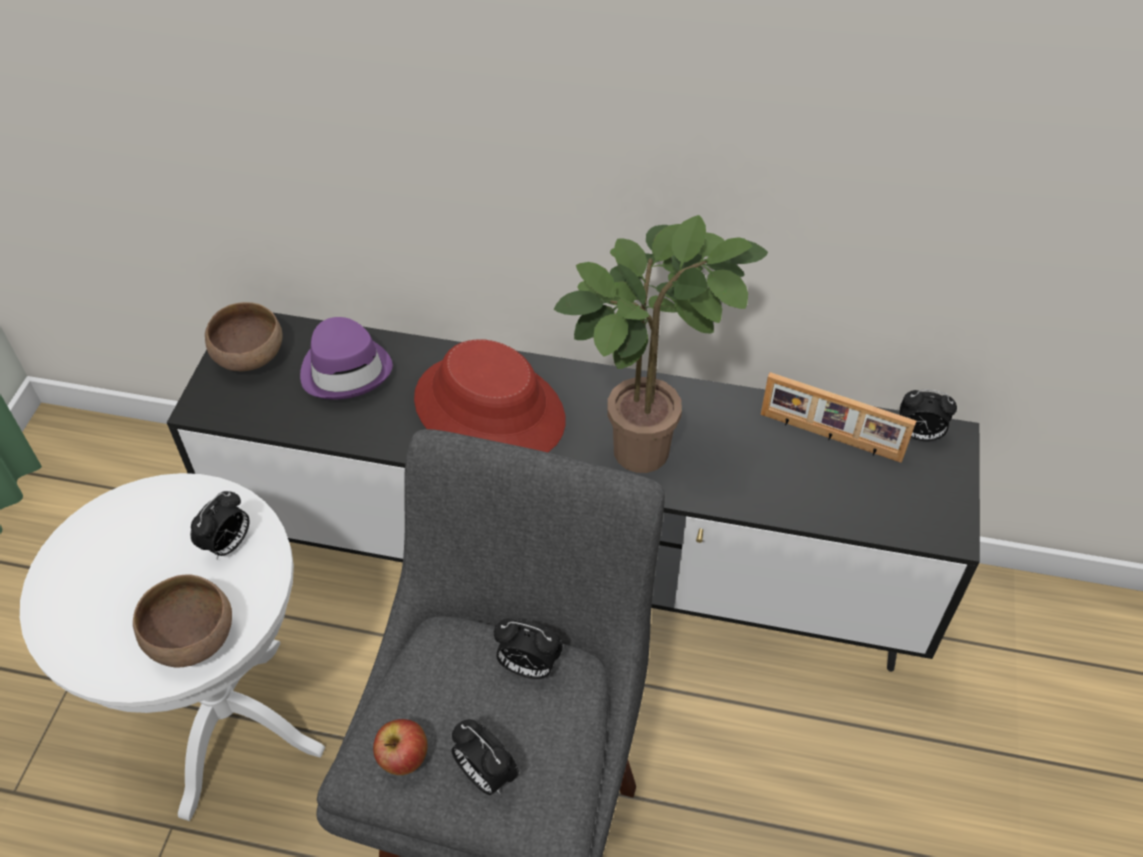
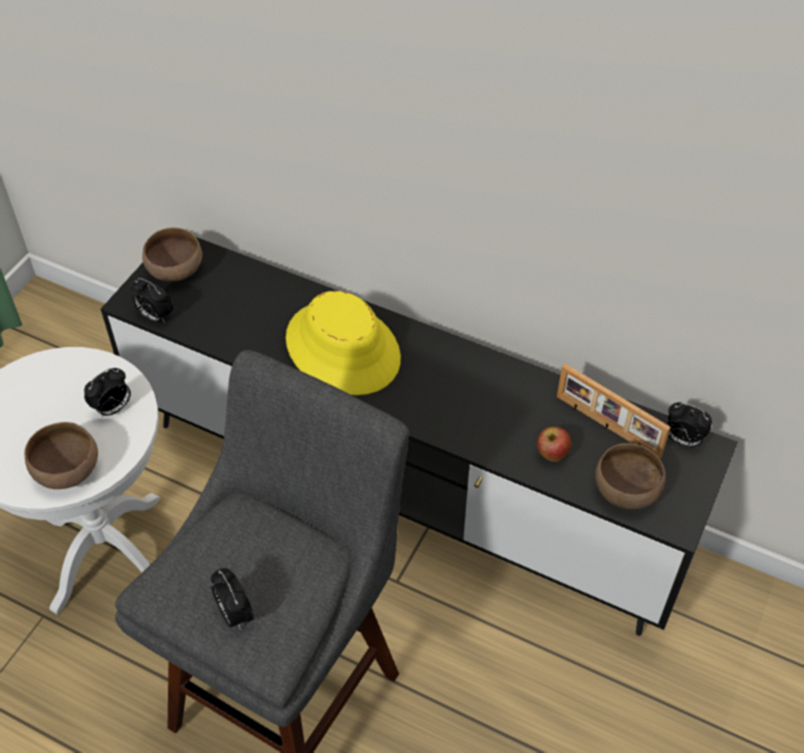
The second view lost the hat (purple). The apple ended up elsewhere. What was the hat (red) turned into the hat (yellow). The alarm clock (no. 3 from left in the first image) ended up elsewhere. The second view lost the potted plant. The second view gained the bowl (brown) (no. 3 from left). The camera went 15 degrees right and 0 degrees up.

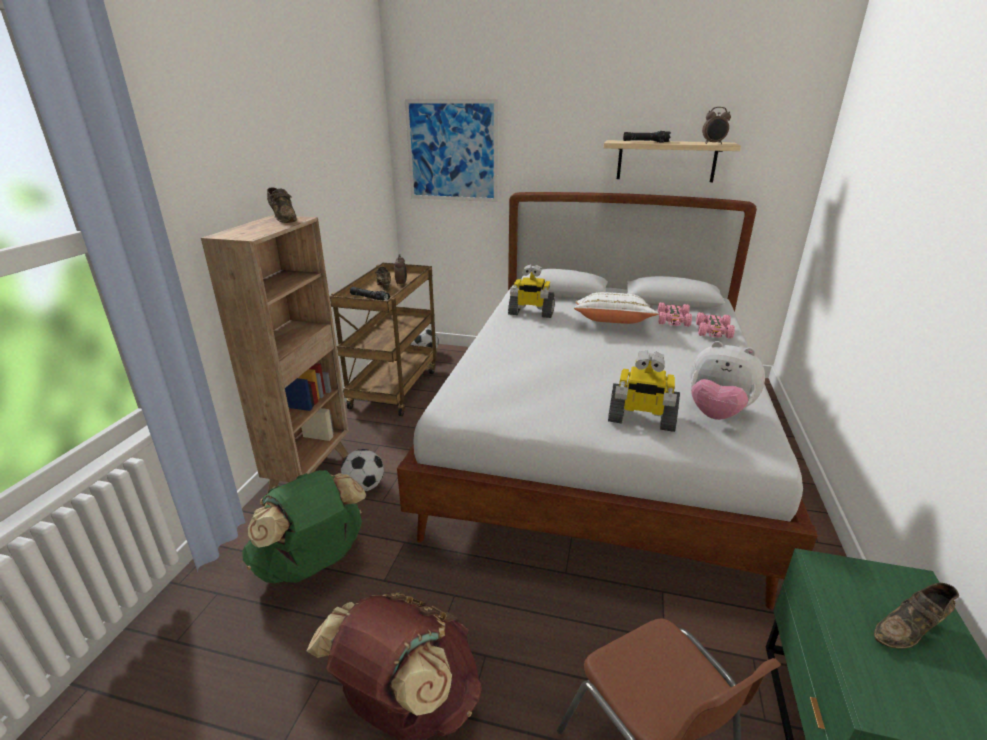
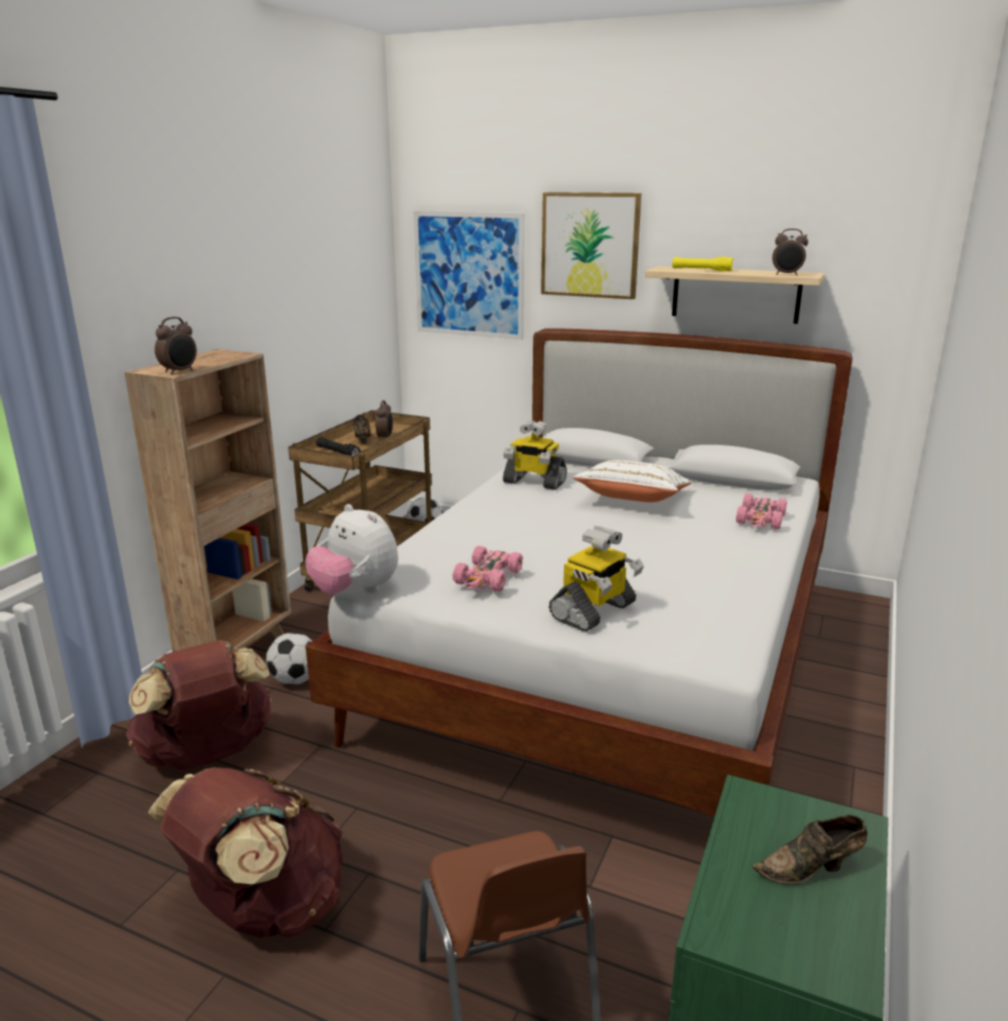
What was the backpack (green) turned into the backpack (brown) (no. 1 from left). The second view lost the shoe (brown) (no. 1 from left). The toy robot (no. 2 from left) ended up facing another way, 75 degrees counterclockwise from before. What was the flashlight (black) (no. 2 from left) turned into the flashlight (yellow). The toy car (pink) (no. 1 from left) ended up elsewhere. The plush toy ended up elsewhere. The second view gained the alarm clock (no. 1 from left). The second view gained the picture (no. 2 from left). The camera went 10 degrees right and 5 degrees down.

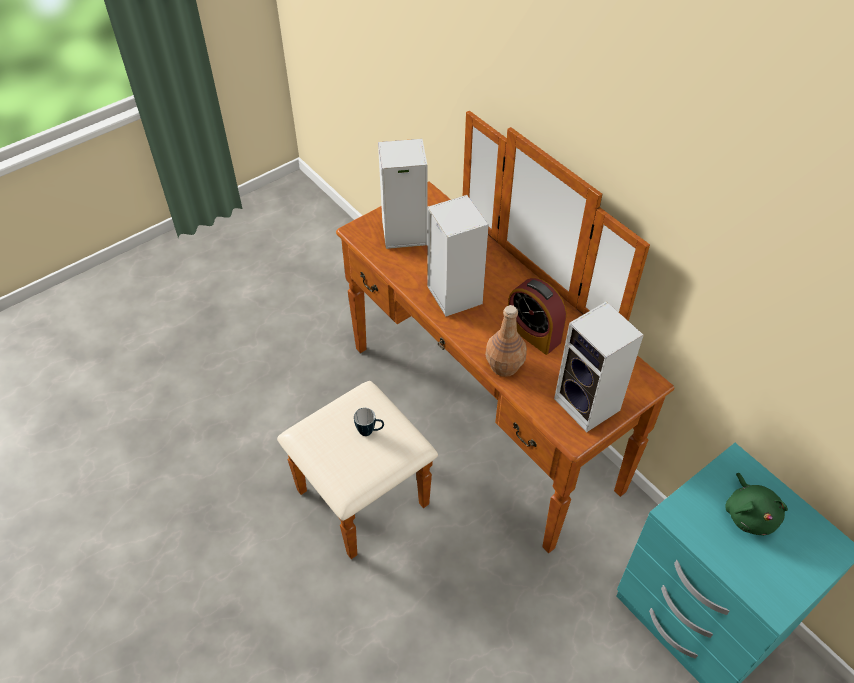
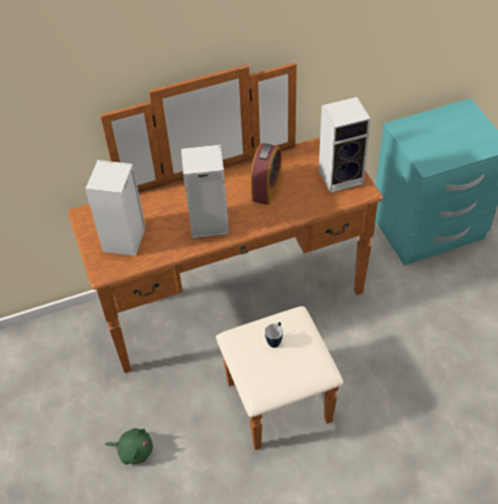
The second view lost the bottle (brown). The alarm clock ended up facing another way, 45 degrees counterclockwise from before. The plush toy (green) ended up elsewhere. The camera went 70 degrees left and 0 degrees up.

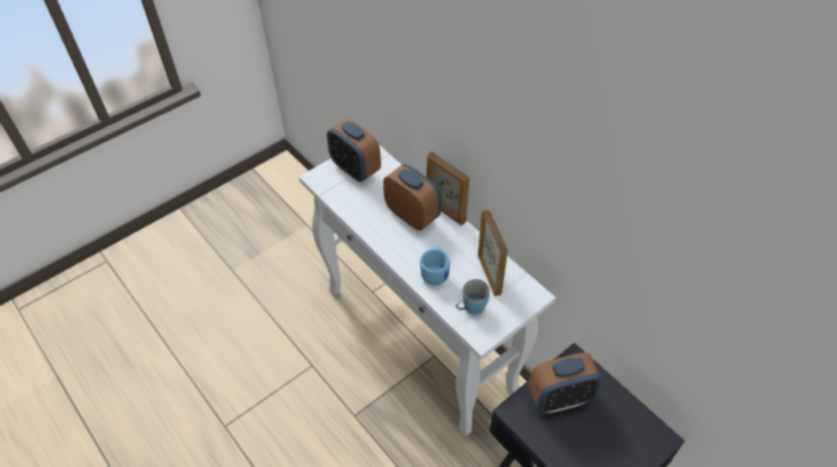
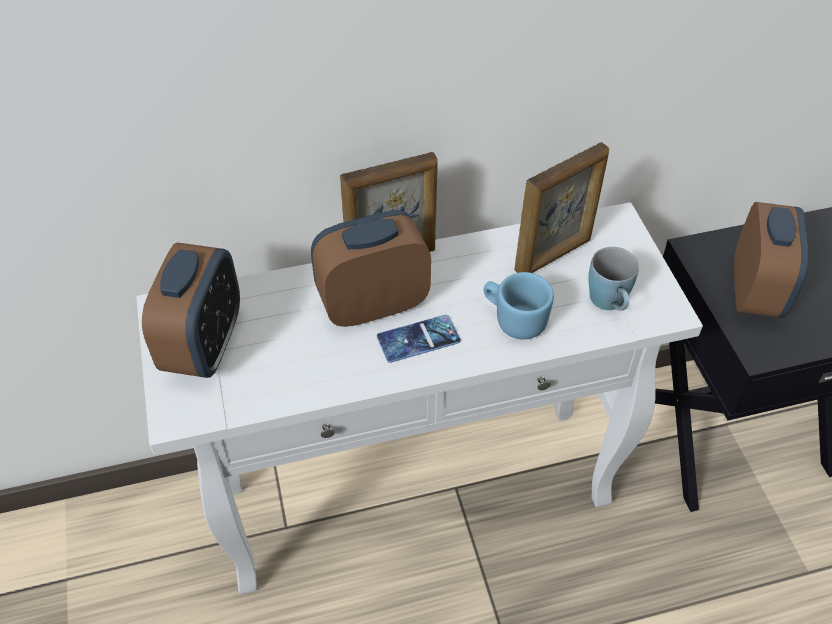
The alarm clock (no. 1 from left) ended up facing another way, 60 degrees counterclockwise from before. The picture frame (no. 2 from left) ended up facing another way, 135 degrees clockwise from before. The second view gained the phone. The camera went 65 degrees left and 0 degrees up.

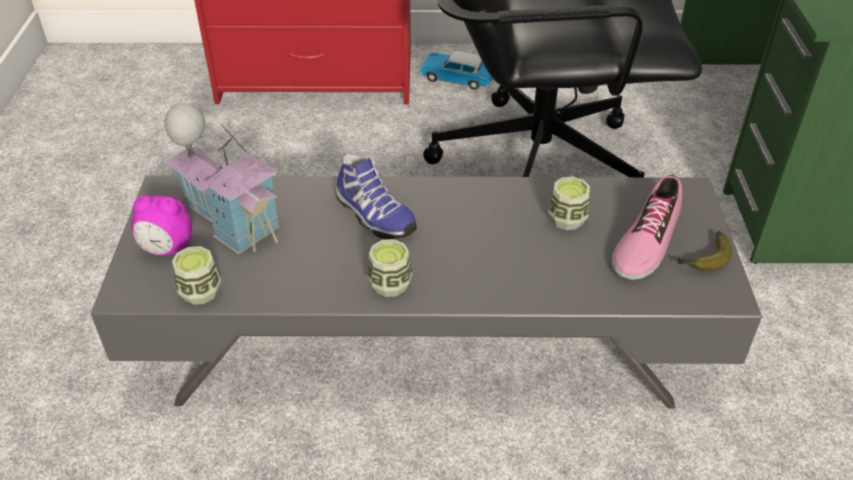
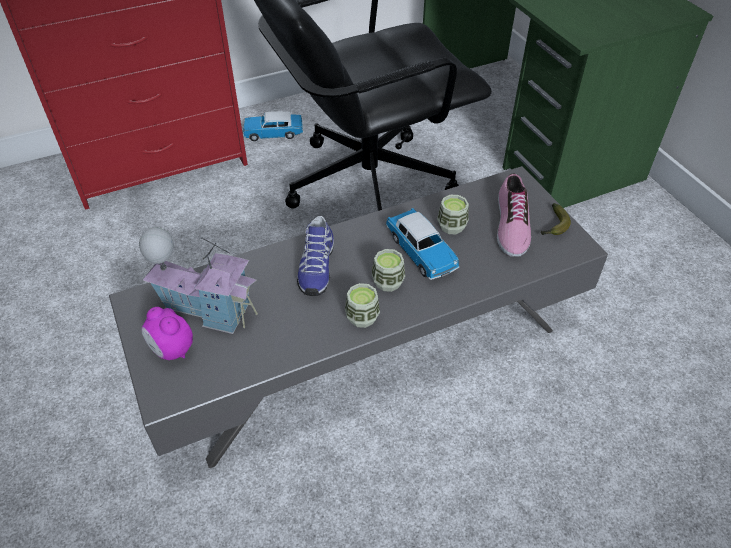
The alarm clock ended up facing another way, 60 degrees clockwise from before. The cup (no. 1 from left in the first image) ended up elsewhere. The shoe (no. 1 from left) ended up facing another way, 75 degrees clockwise from before. The second view gained the toy car (no. 2 from left). The camera went 25 degrees left and 5 degrees up.

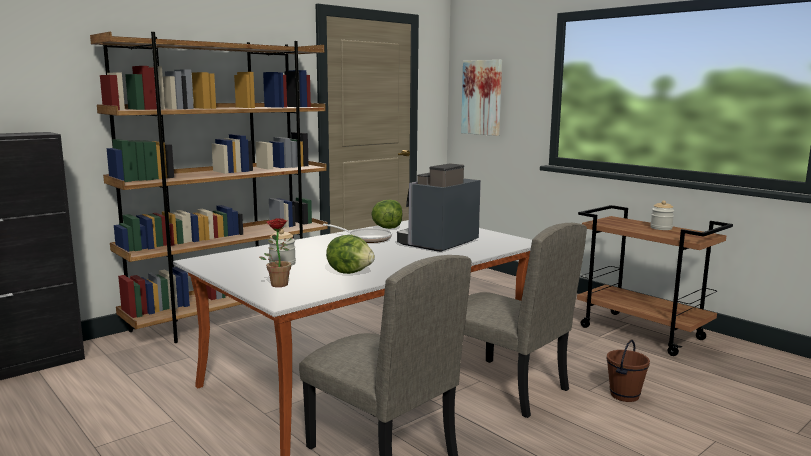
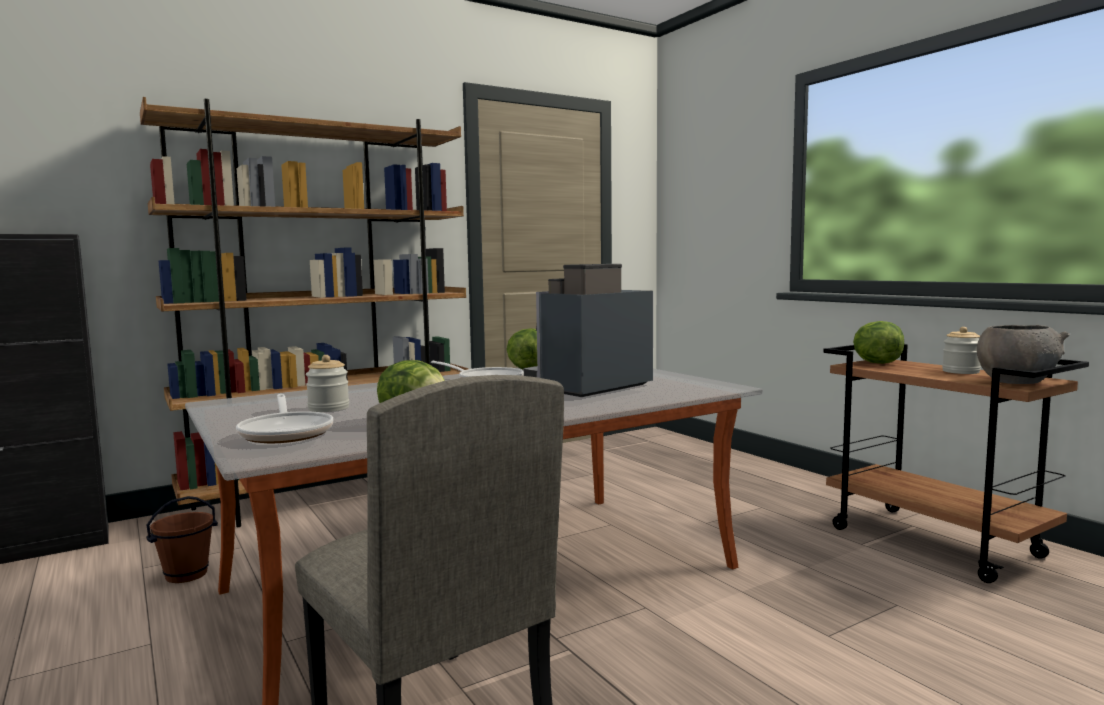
Where the potted plant stood, the frying pan (no. 1 from left) came to stand. The second view lost the picture. The second view lost the chair (beige) (no. 2 from left). The bucket (brown) ended up elsewhere. The second view gained the lettuce (no. 3 from left). The second view gained the bowl (grey). The camera went 10 degrees right and 5 degrees down.

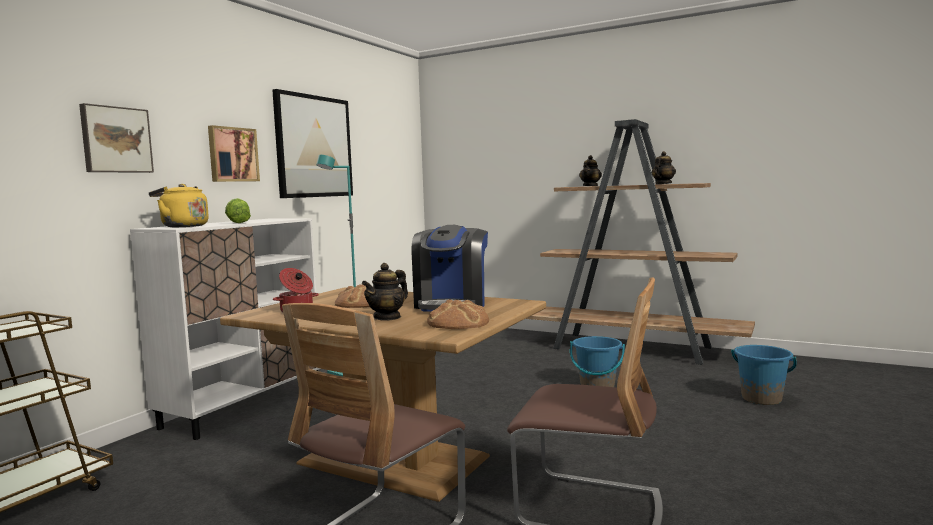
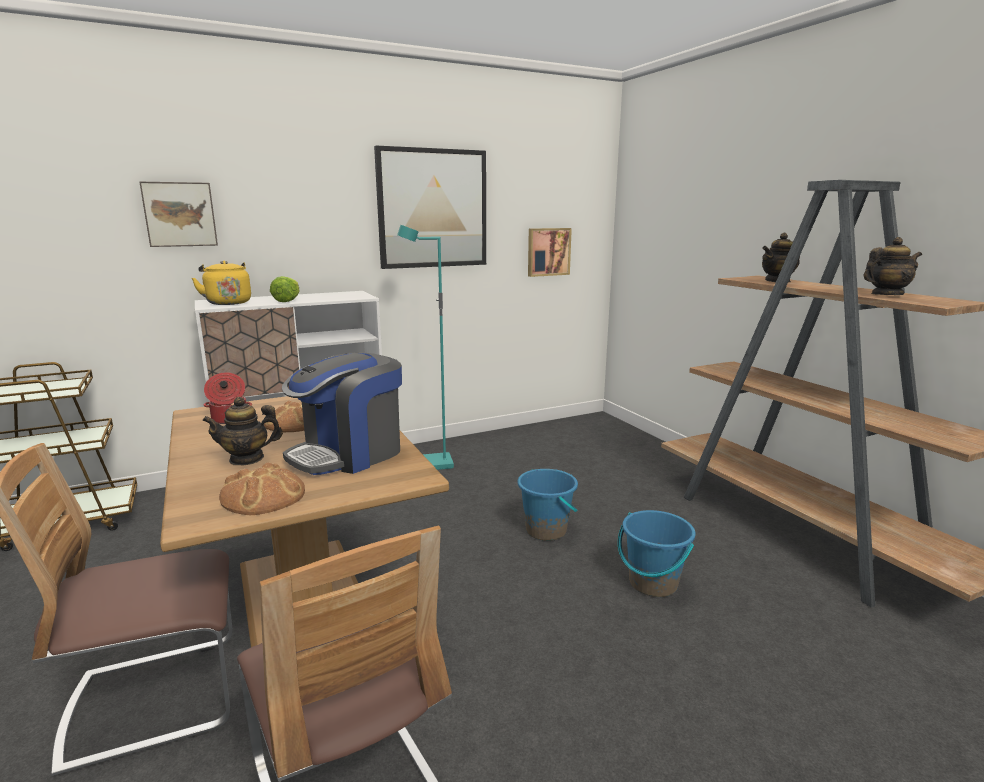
The picture (no. 2 from left in the first image) ended up elsewhere. The bucket (blue) (no. 2 from left in the first image) ended up elsewhere. The camera went 35 degrees right and 10 degrees up.

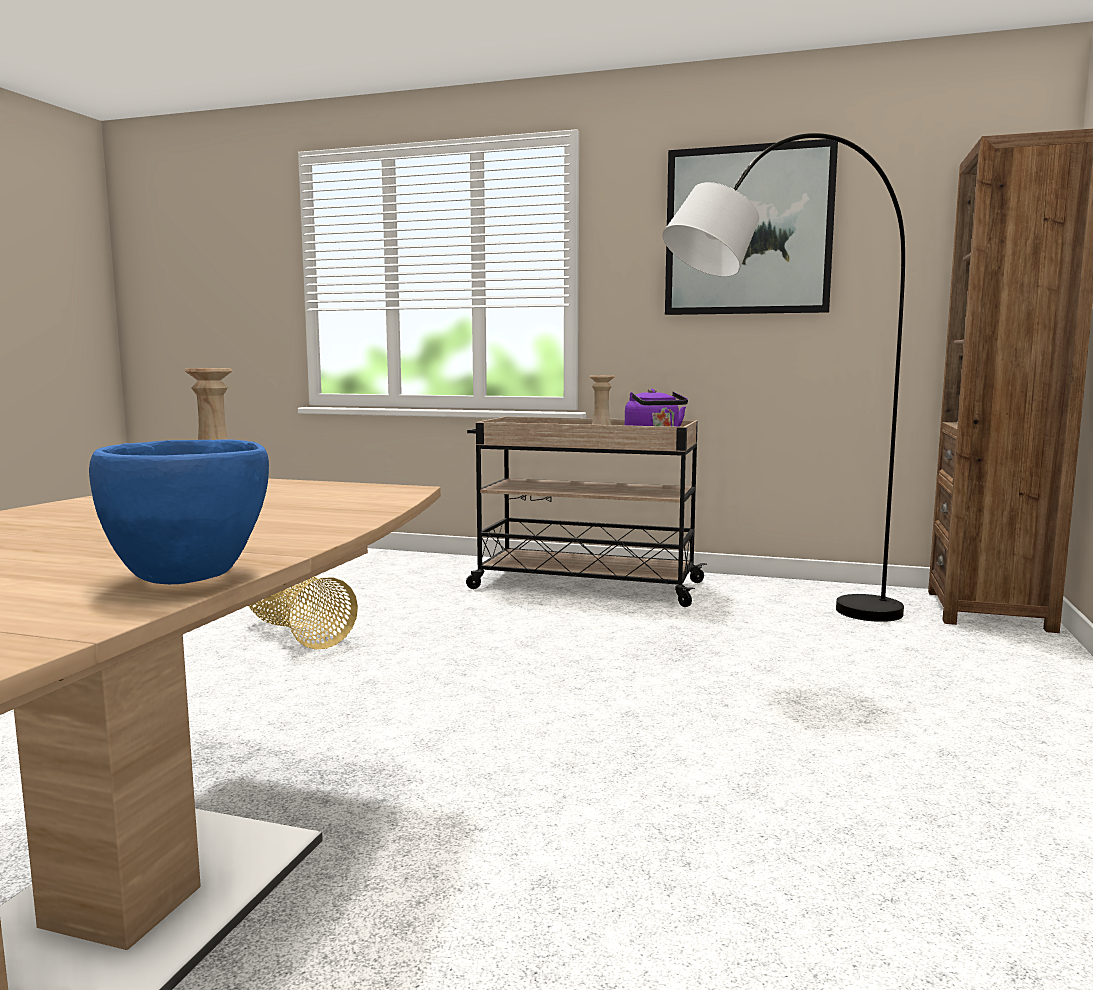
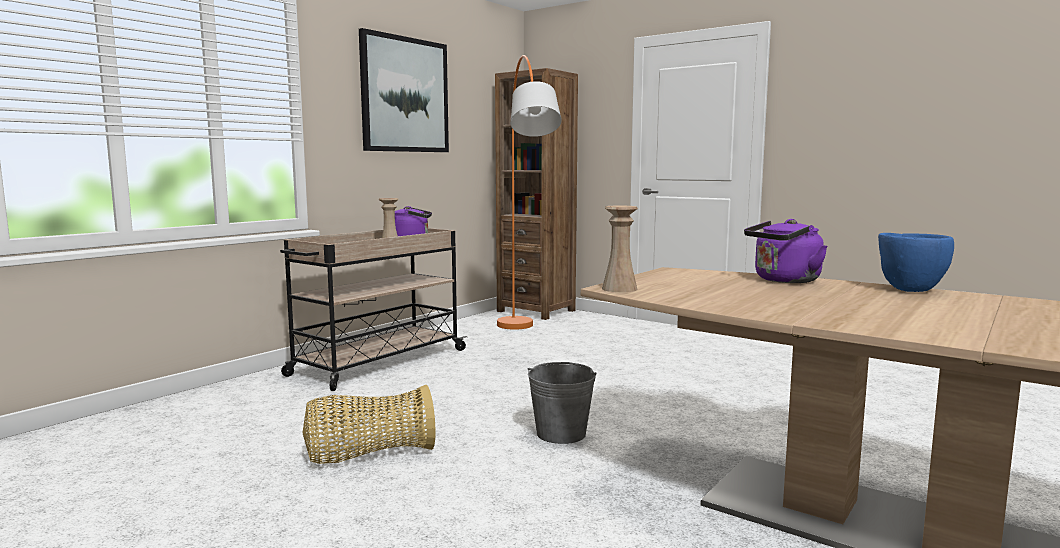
What was the floor lamp (grey) turned into the floor lamp (orange). The second view gained the bucket (grey). The second view gained the kettle (purple) (no. 2 from left). The camera went 70 degrees left and 0 degrees up.

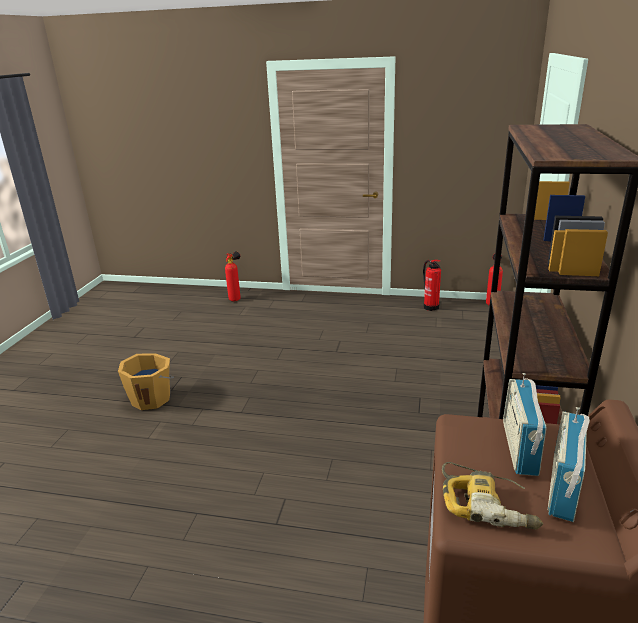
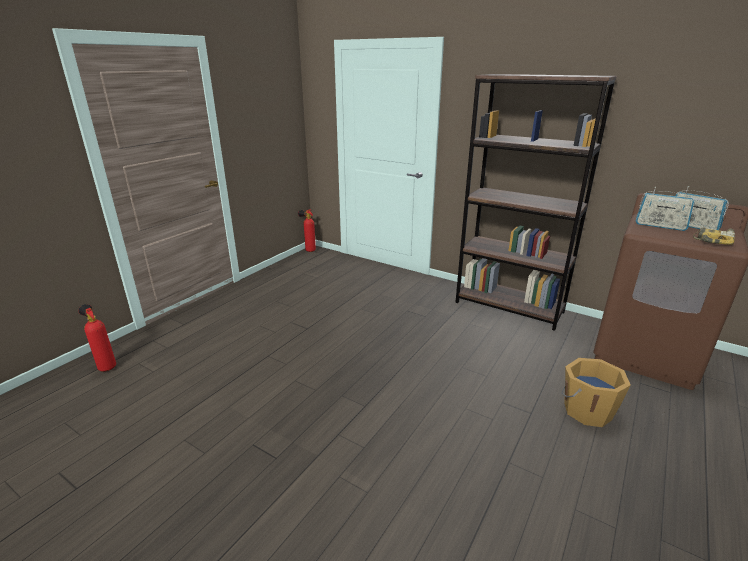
The bucket (orange) ended up elsewhere. The second view lost the fire extinguisher (no. 2 from left). The camera went 70 degrees left and 0 degrees up.

